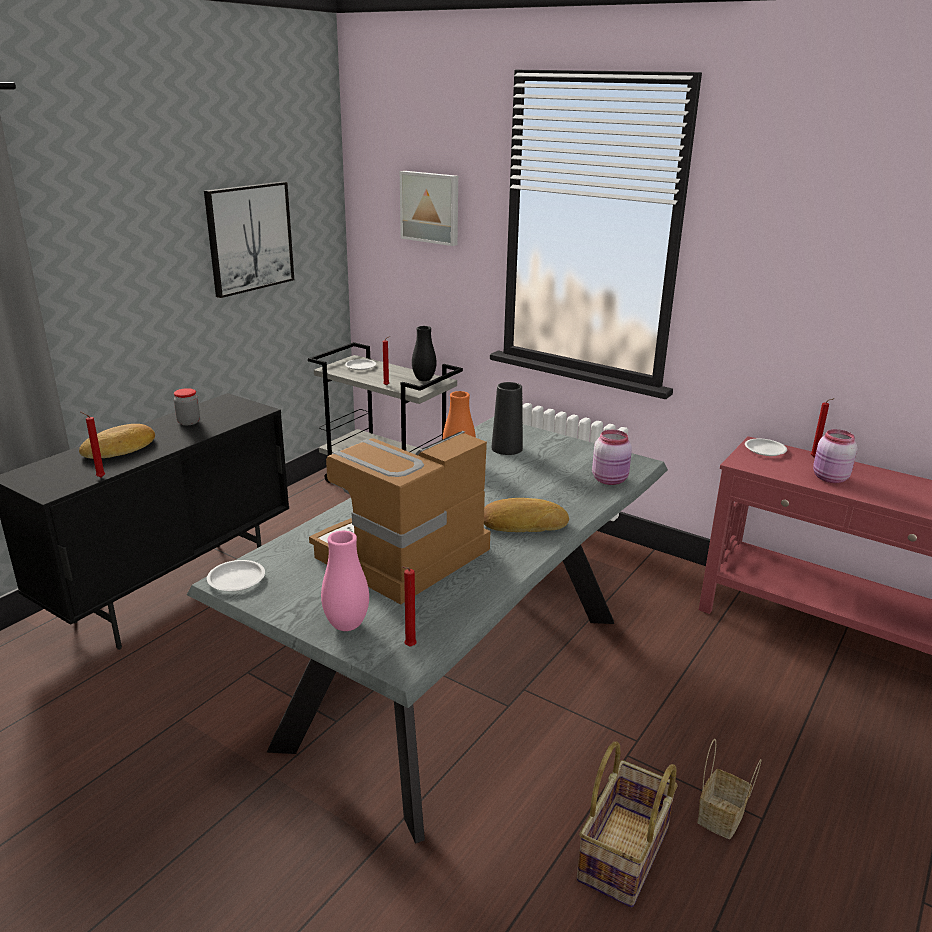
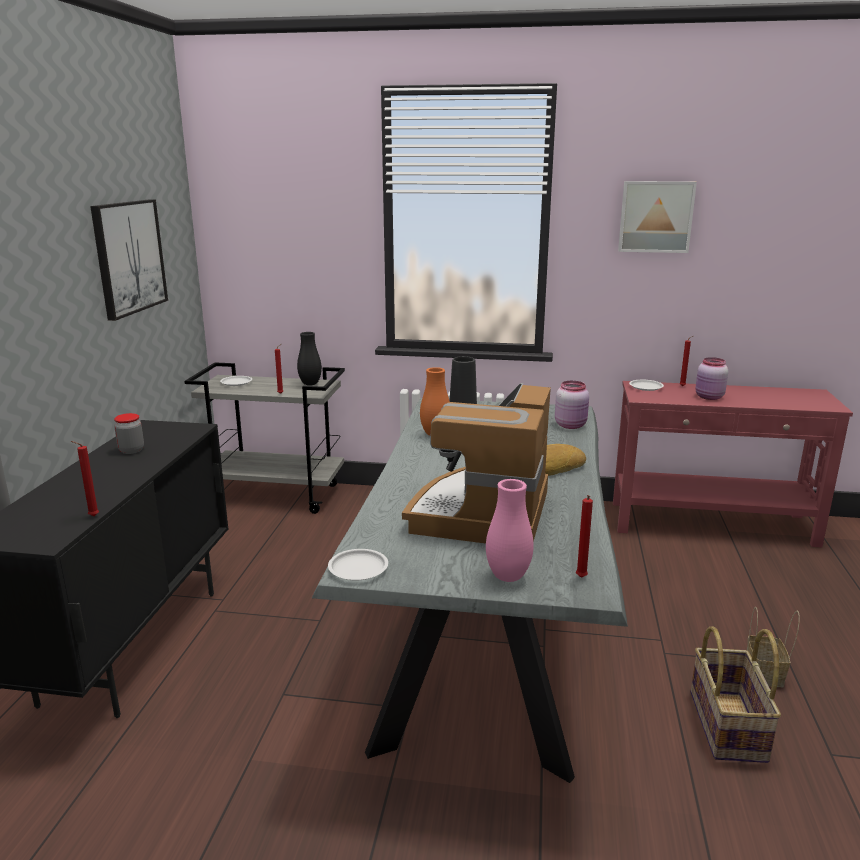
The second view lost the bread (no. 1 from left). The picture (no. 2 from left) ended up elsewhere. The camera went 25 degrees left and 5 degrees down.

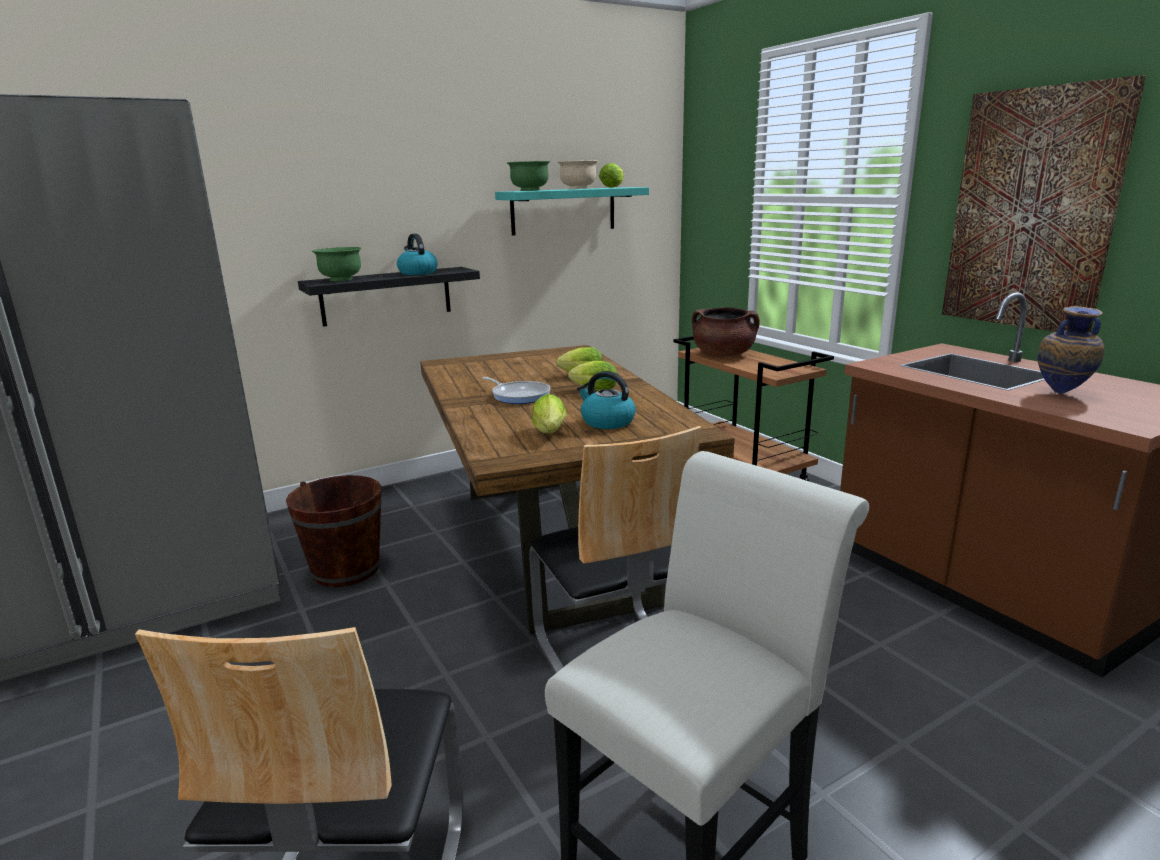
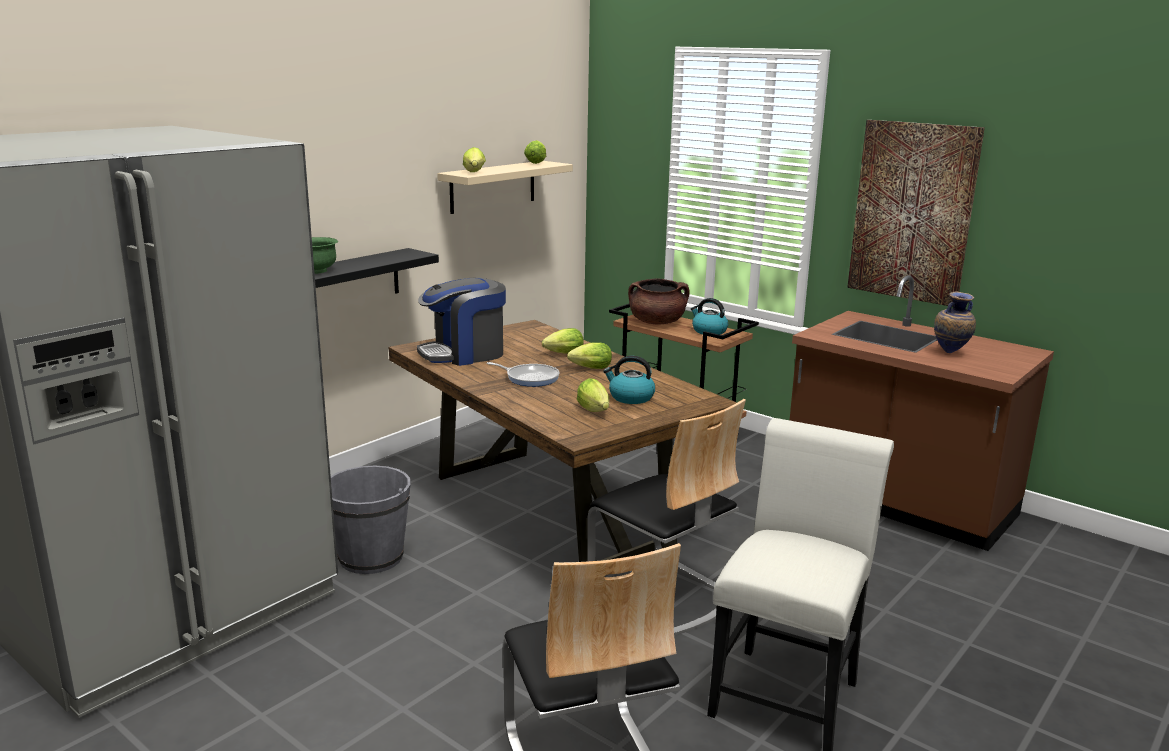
What was the bucket (brown) turned into the bucket (grey). The kettle (no. 1 from left in the first image) ended up elsewhere. What was the shelf (turquoise) turned into the shelf (beige). Where the bowl (green) (no. 2 from left) stood, the lettuce (no. 1 from left) came to stand. The second view lost the bowl (beige). The second view gained the coffee machine. The camera went 20 degrees left and 0 degrees up.

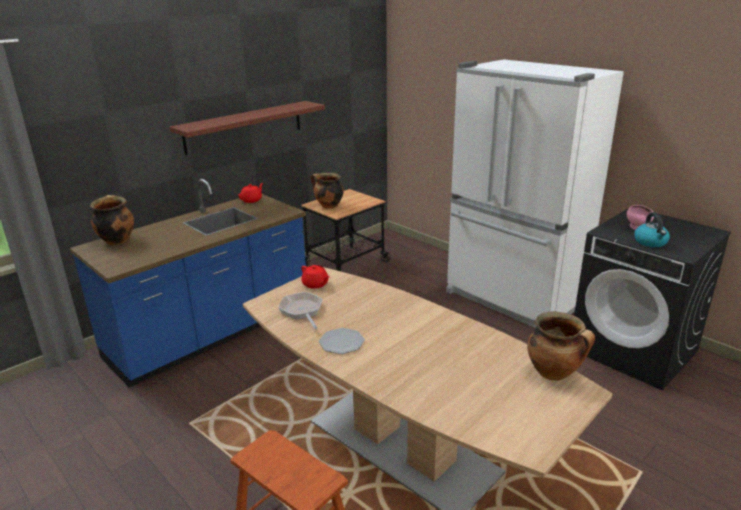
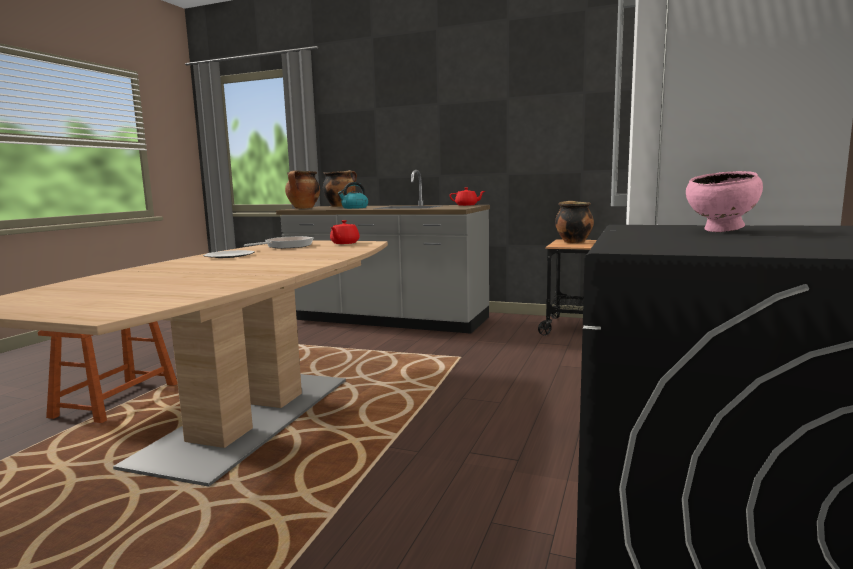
What was the counter (blue) turned into the counter (grey). The second view lost the shelf. The cooking pot (no. 3 from left in the first image) ended up elsewhere. The kettle ended up elsewhere. The camera went 65 degrees right and 15 degrees down.

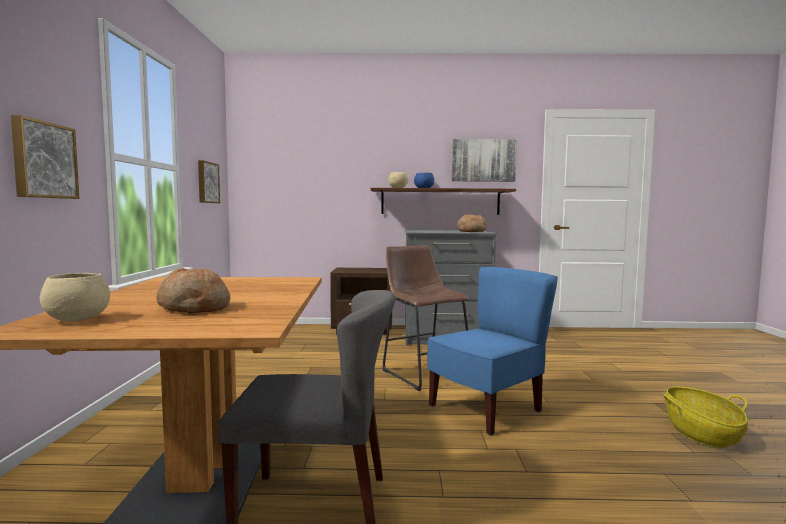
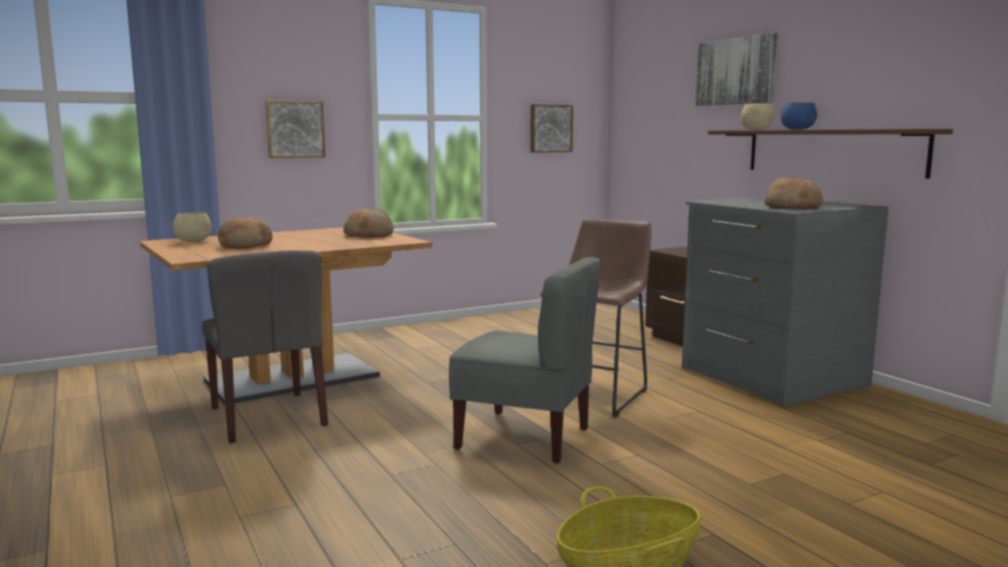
What was the chair (blue) turned into the chair (grey) (no. 2 from left). The picture (no. 3 from left) ended up elsewhere. The second view gained the bread (no. 2 from left). The camera went 60 degrees right and 5 degrees up.

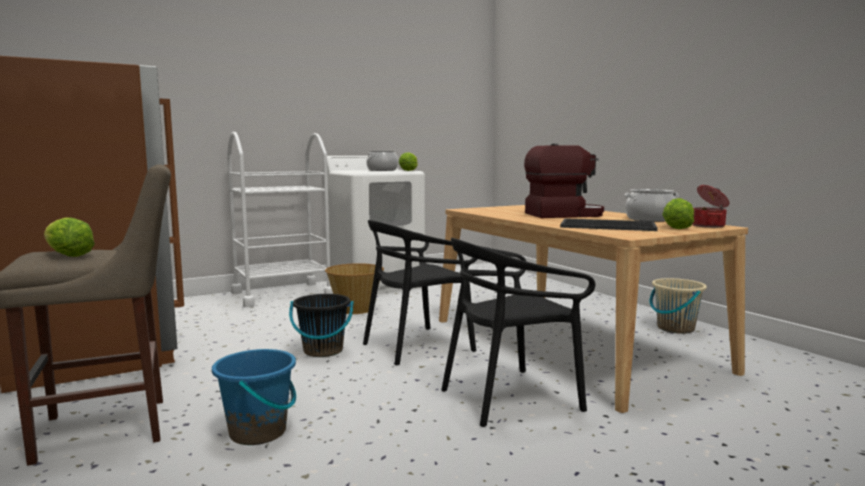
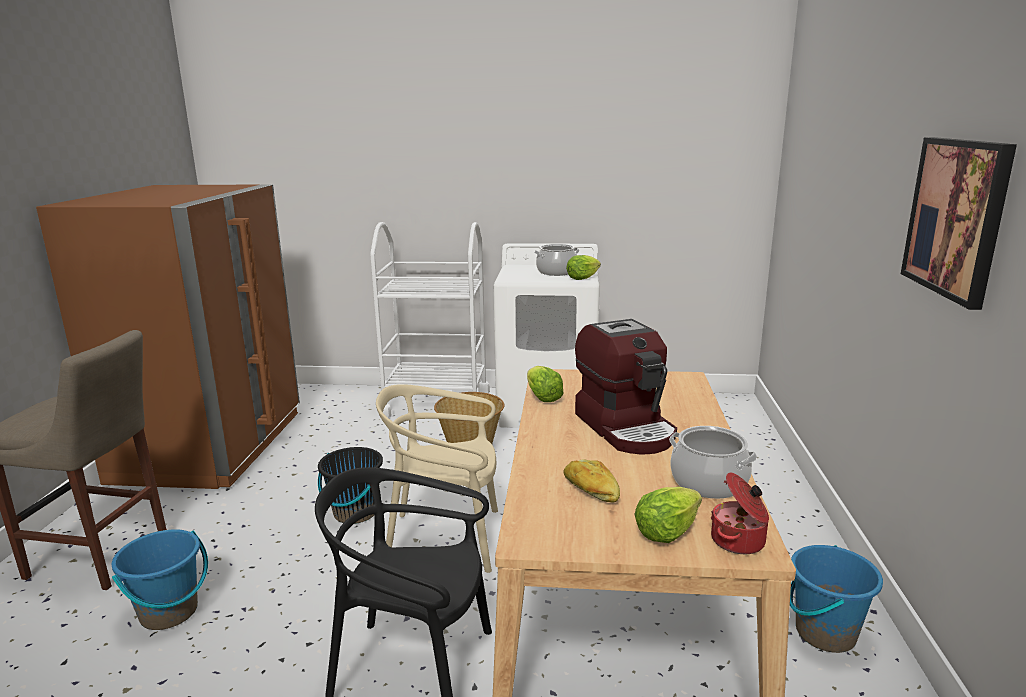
The lettuce (no. 1 from left) ended up elsewhere. What was the chair (black) (no. 1 from left) turned into the chair (beige). The coffee machine ended up facing another way, 45 degrees clockwise from before. Where the tray stood, the bread came to stand. What was the bucket (beige) turned into the bucket (blue) (no. 2 from left). The second view gained the picture. The camera went 35 degrees right and 10 degrees up.

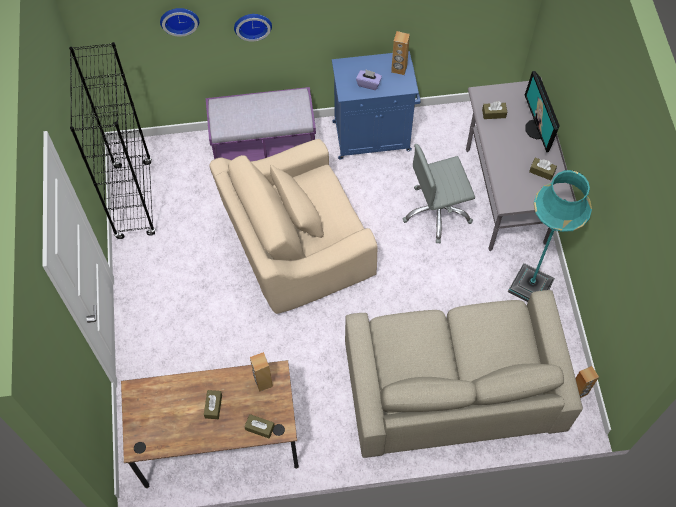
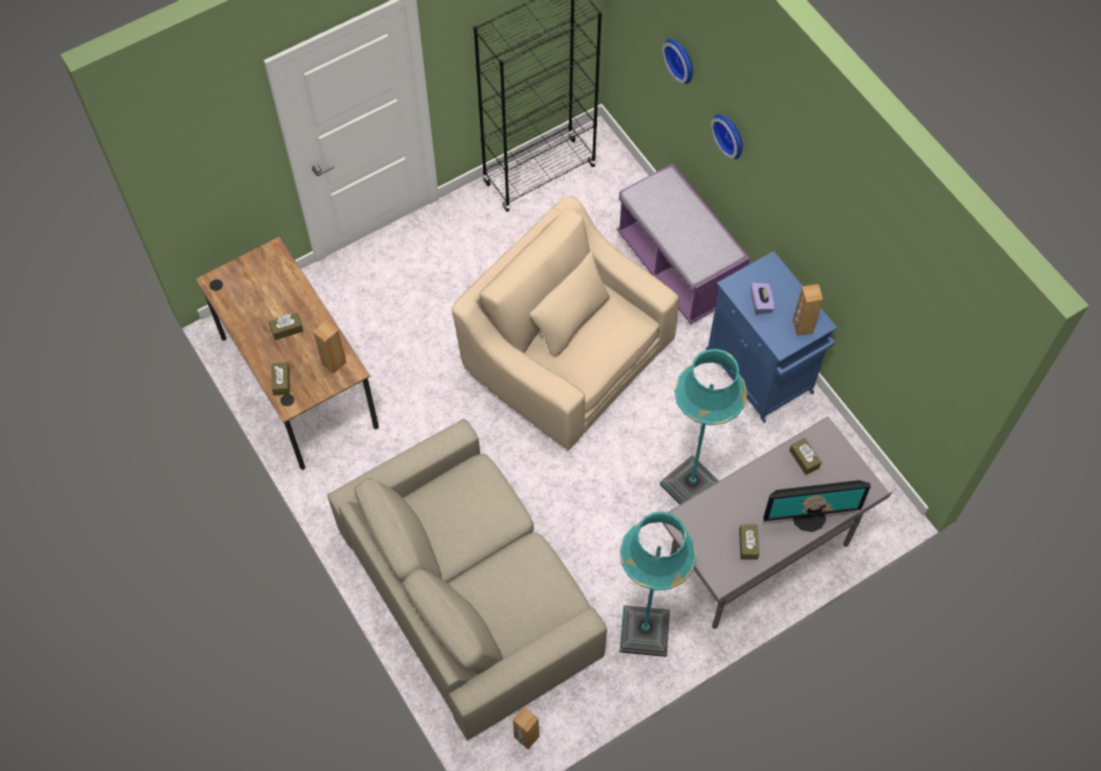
Where the office chair (grey) stood, the floor lamp (turquoise) (no. 2 from left) came to stand. The monitor ended up facing another way, 150 degrees counterclockwise from before. The camera went 65 degrees right and 0 degrees up.

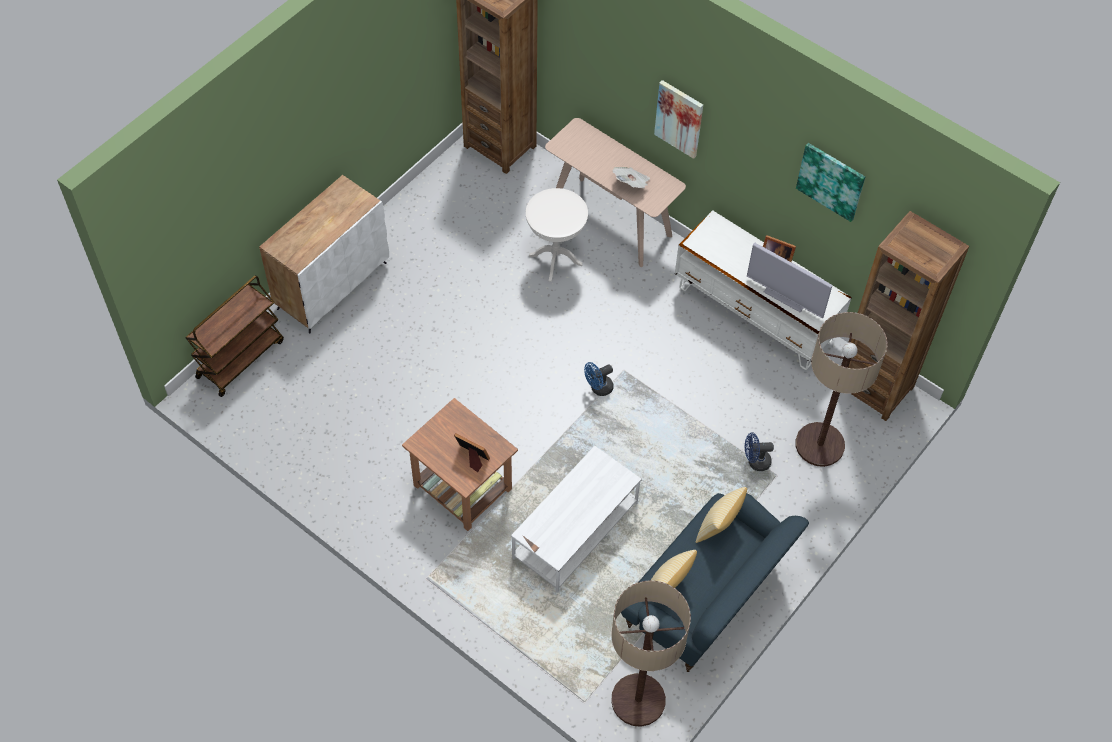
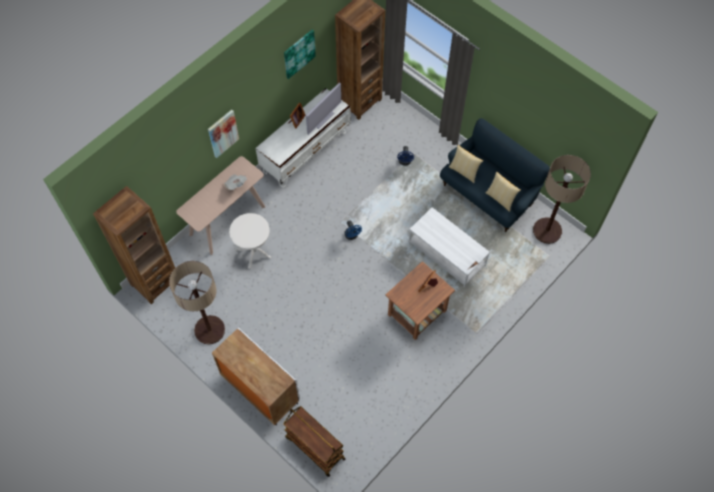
The floor lamp (no. 2 from left in the first image) ended up elsewhere. The camera went 85 degrees left and 5 degrees up.

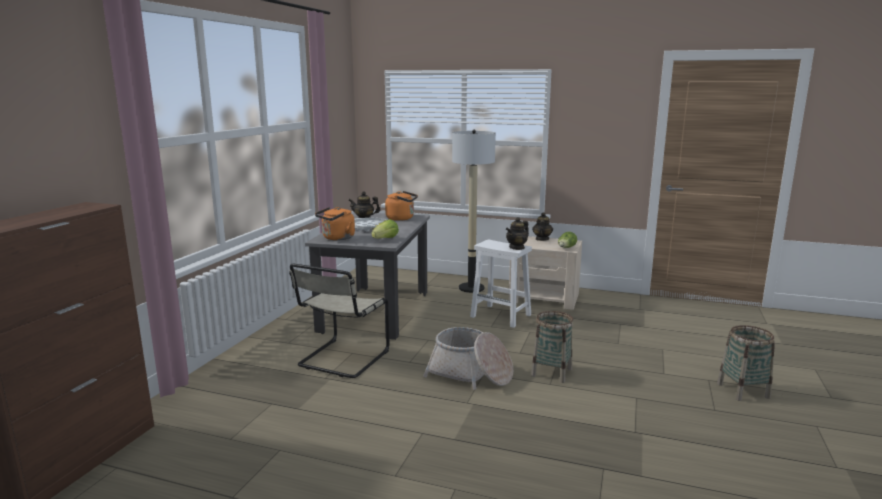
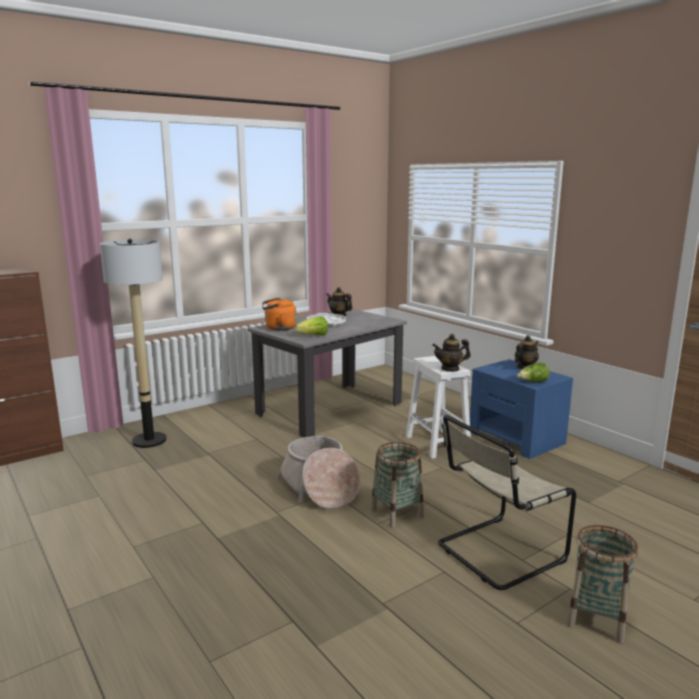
The chair (beige) ended up elsewhere. The second view lost the kettle (orange) (no. 2 from left). The floor lamp ended up elsewhere. What was the nightstand (beige) turned into the nightstand (blue). The camera went 35 degrees right and 0 degrees up.

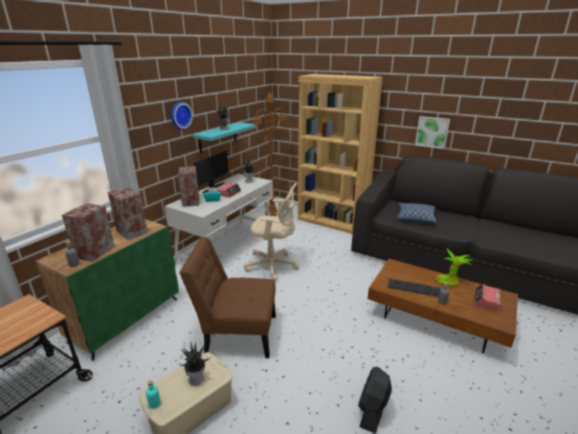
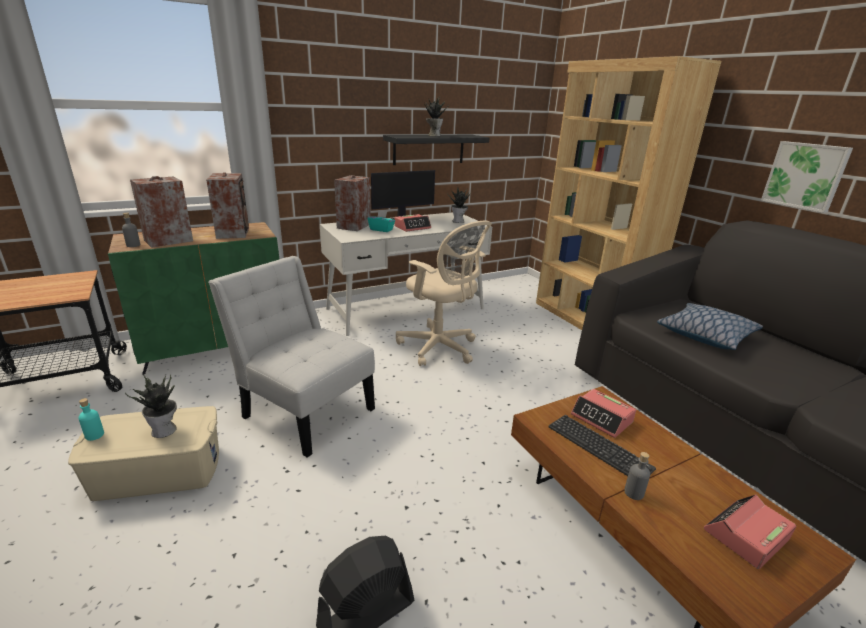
The second view lost the wall clock. What was the chair (brown) turned into the chair (white). What was the shelf (turquoise) turned into the shelf (black). The second view lost the floor lamp (brown). The second view lost the potted plant (no. 4 from left). The second view gained the alarm clock (no. 2 from left). The camera went 30 degrees right and 0 degrees up.

